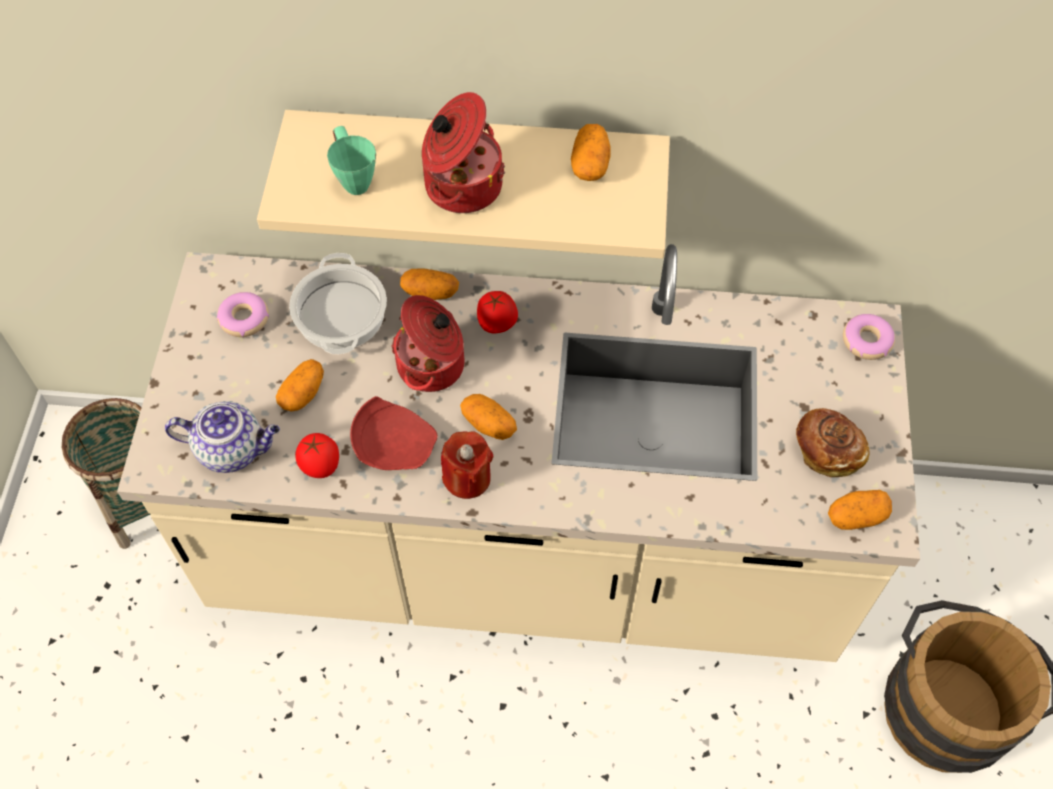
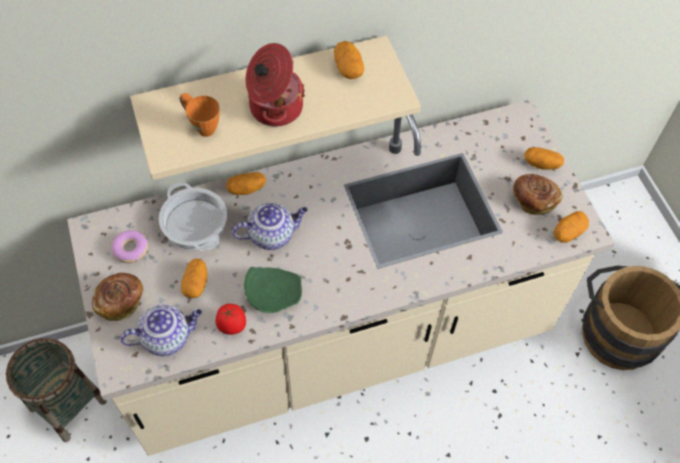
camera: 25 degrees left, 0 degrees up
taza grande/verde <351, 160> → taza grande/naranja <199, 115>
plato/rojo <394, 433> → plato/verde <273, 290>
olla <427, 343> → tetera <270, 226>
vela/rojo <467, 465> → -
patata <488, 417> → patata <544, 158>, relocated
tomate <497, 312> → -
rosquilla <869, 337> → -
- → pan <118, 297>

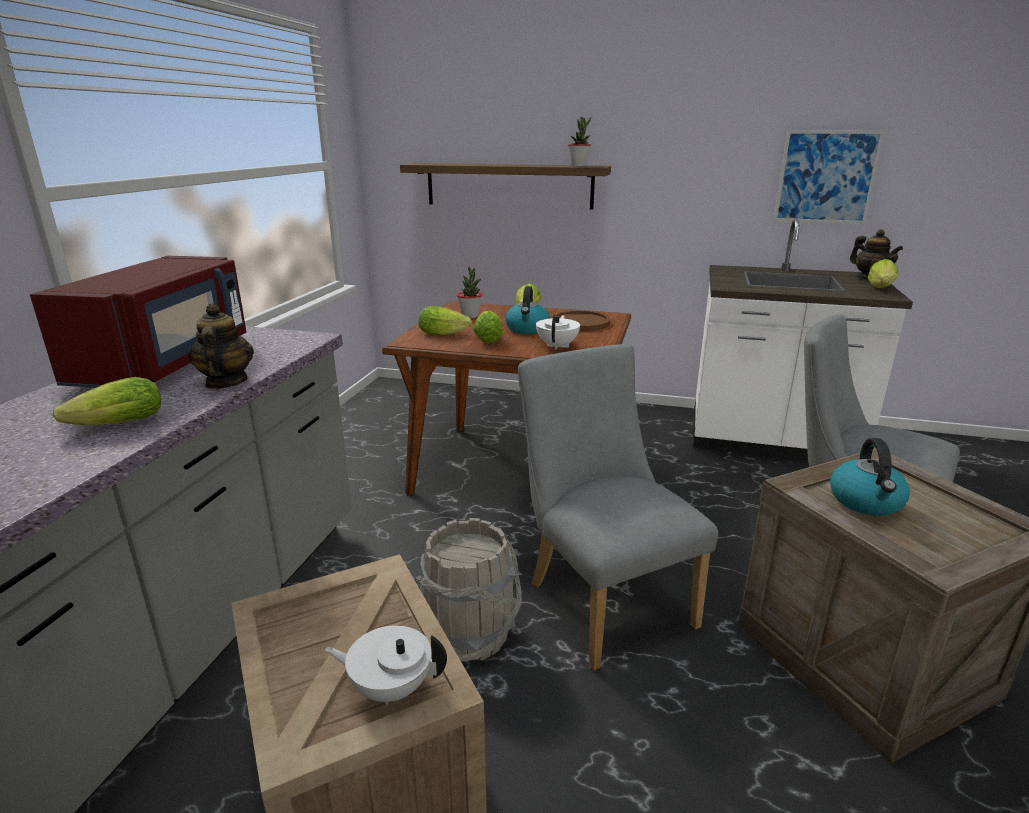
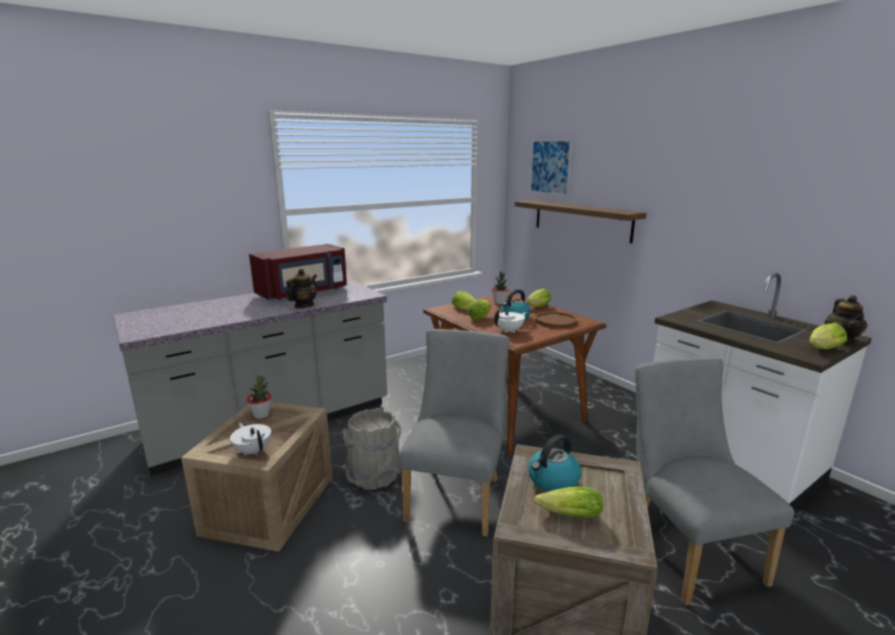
camera: 40 degrees right, 5 degrees down
lechuga <107, 401> → lechuga <569, 502>, relocated
planta en maceta <579, 142> → planta en maceta <259, 397>, relocated
cuadro <829, 177> → cuadro <551, 167>, relocated

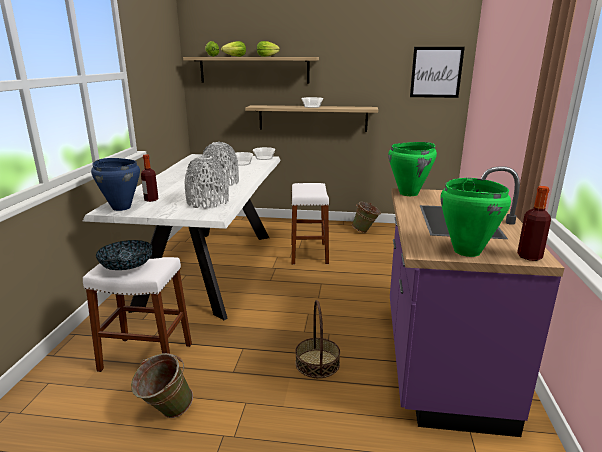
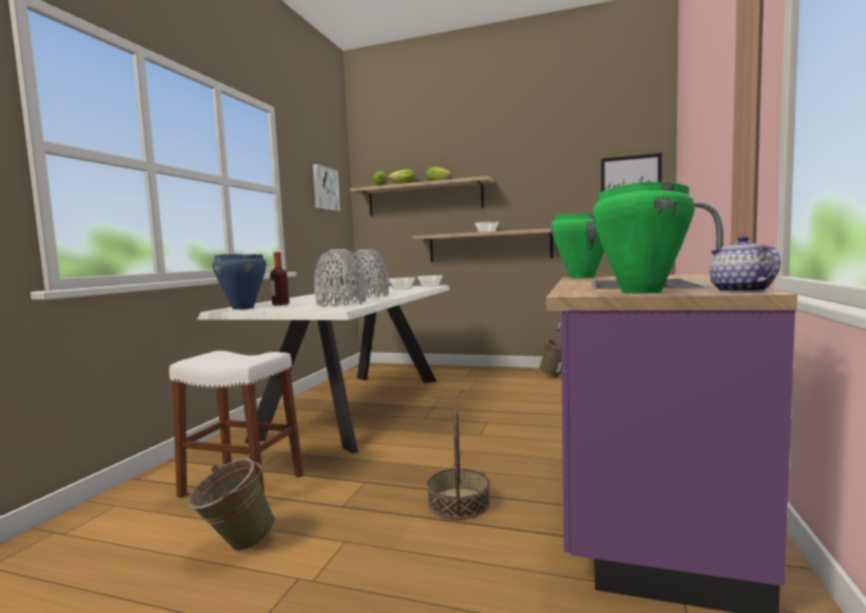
camera: 10 degrees right, 15 degrees down
cuenco <124, 255> → -
taburete/blanco <310, 224> → -
botella <534, 223> → tetera <744, 264>
- → cuadro <326, 187>

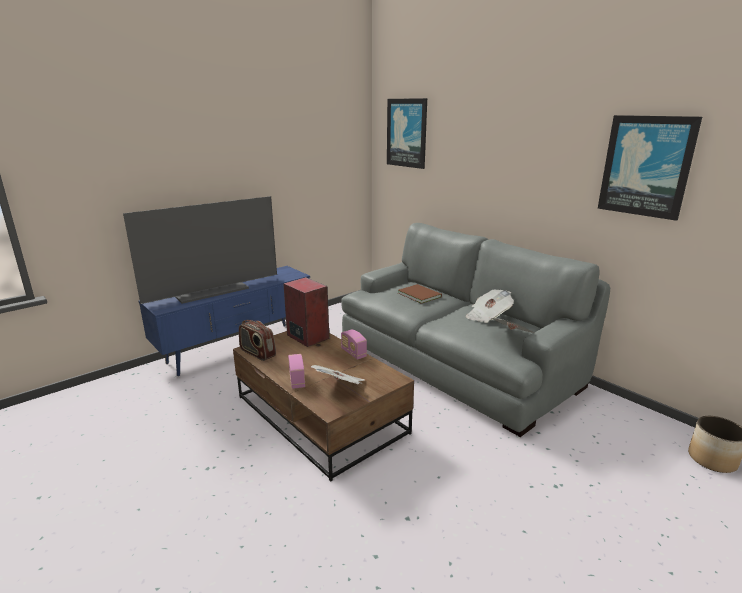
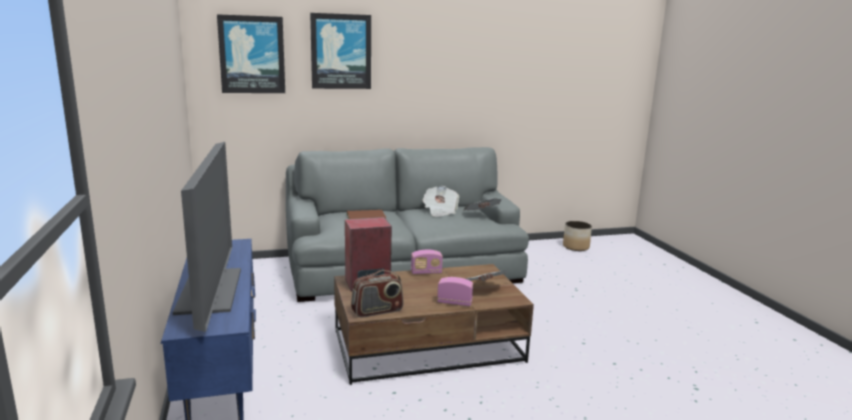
camera: 65 degrees left, 5 degrees down
cuadro <650, 168> → cuadro <340, 51>, relocated

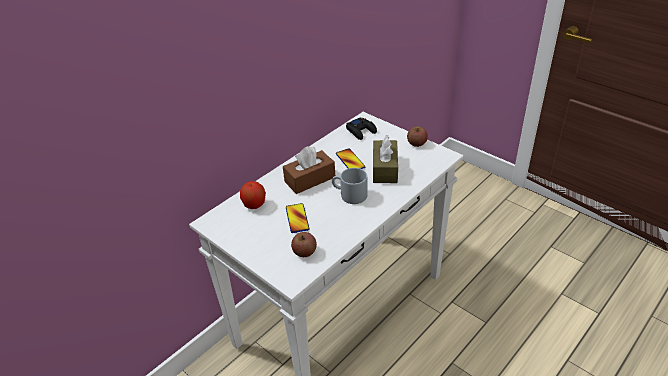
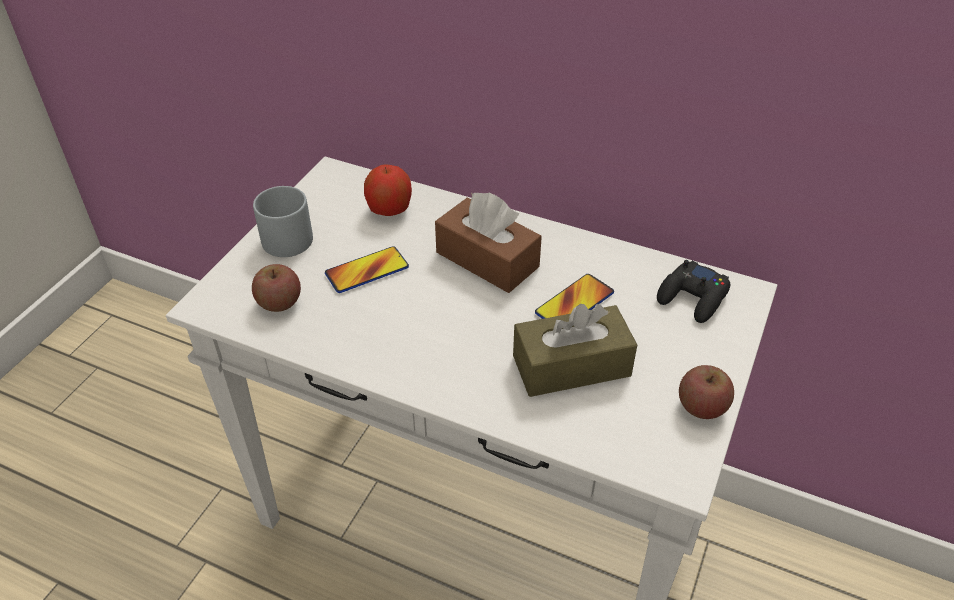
camera: 70 degrees right, 5 degrees up
taza grande/gris <350, 186> → taza grande/gris <283, 221>, relocated

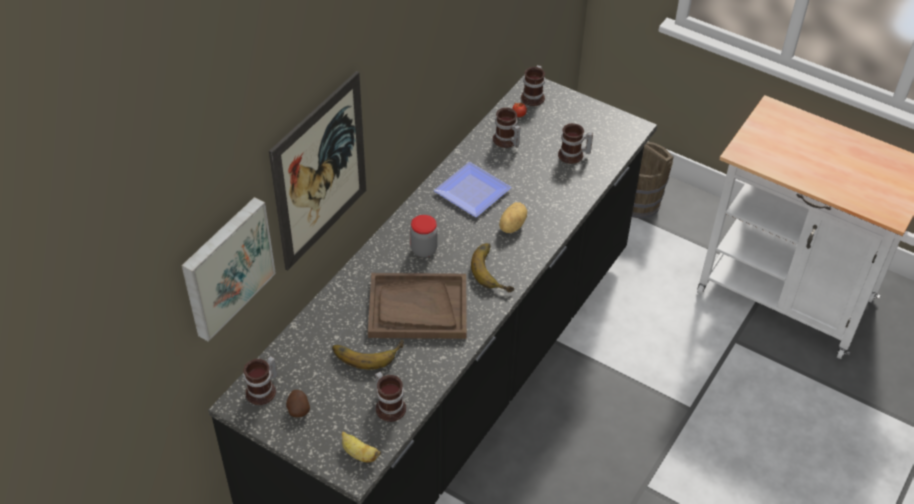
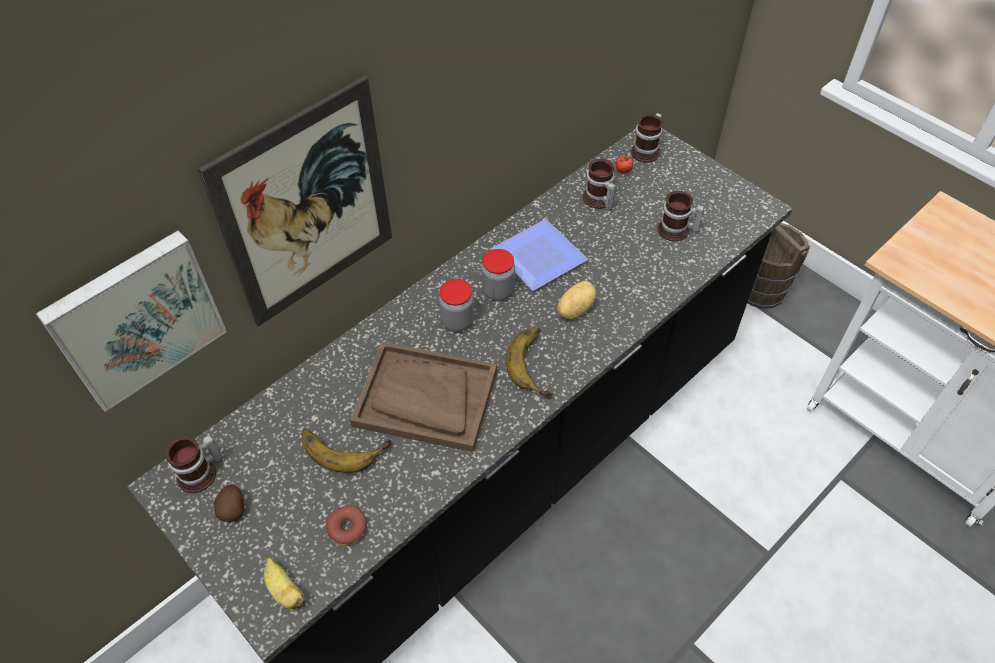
camera: 15 degrees right, 5 degrees up
taza grande <390, 397> → rosquilla <346, 525>
- → tarro <498, 275>

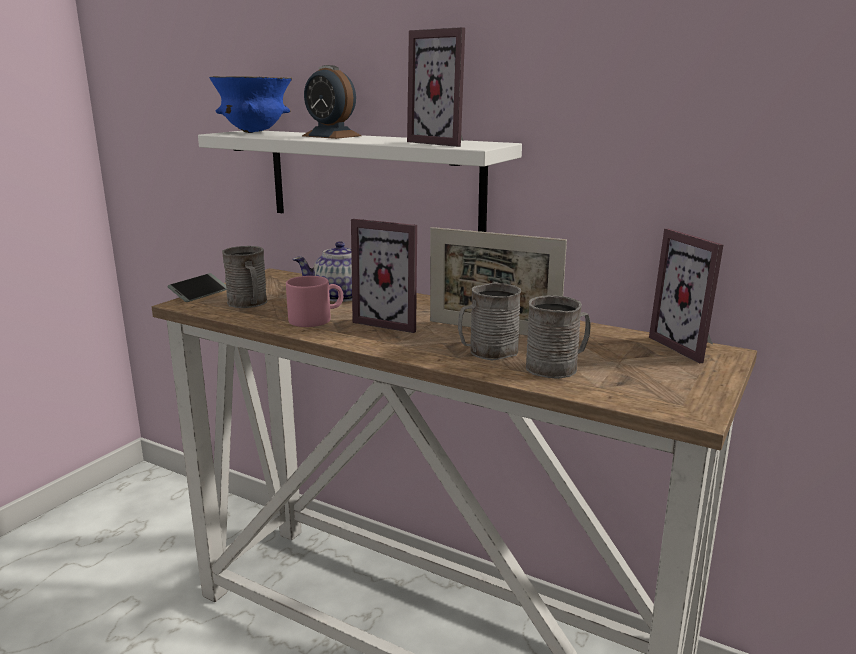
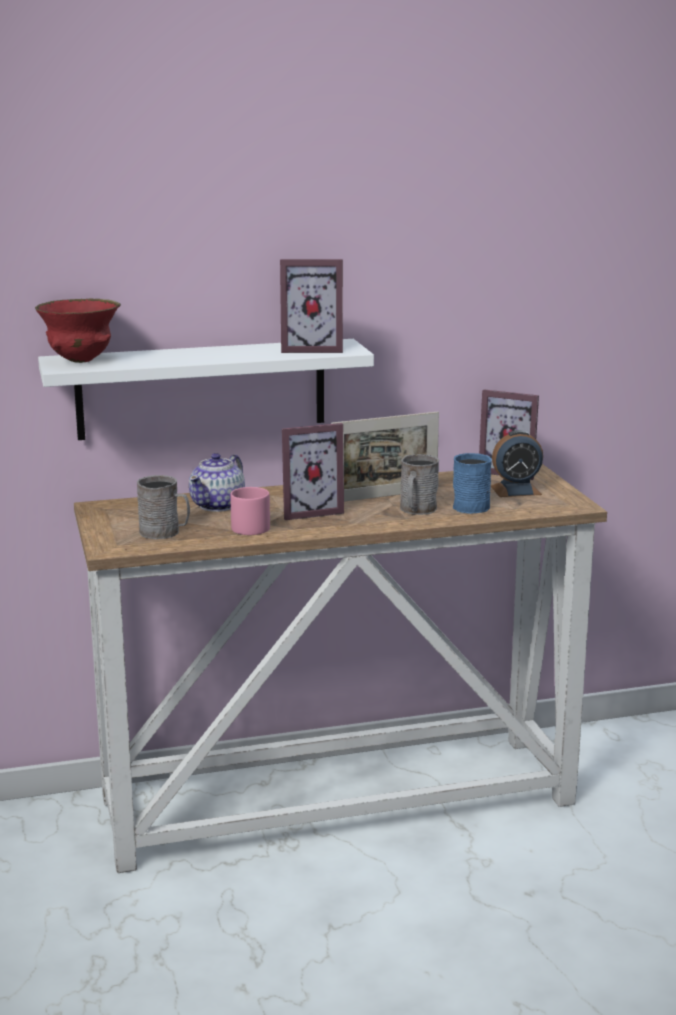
camera: 45 degrees left, 0 degrees up
móvil <197, 287> → -
cuenco/azul <250, 104> → cuenco/rojo <78, 331>
despertador <331, 102> → despertador <517, 463>, relocated
taza grande/gris <558, 337> → taza grande/azul <472, 483>

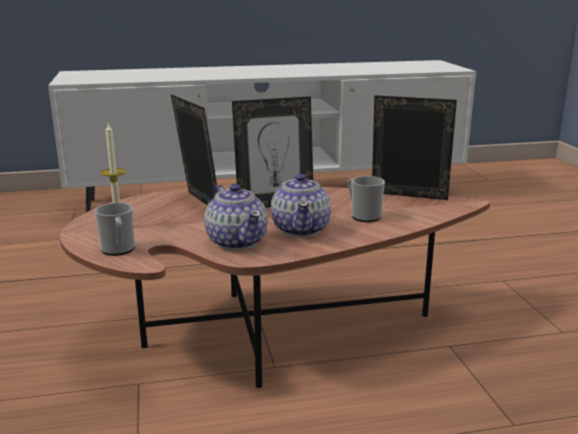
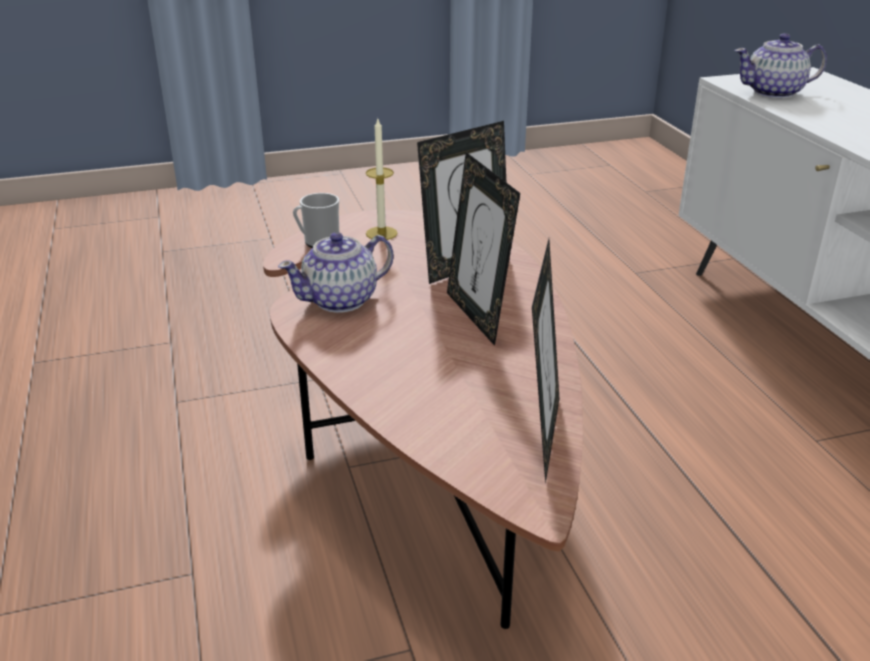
camera: 85 degrees right, 10 degrees up
tetera <301, 205> → tetera <780, 66>, relocated
taza grande <366, 199> → -

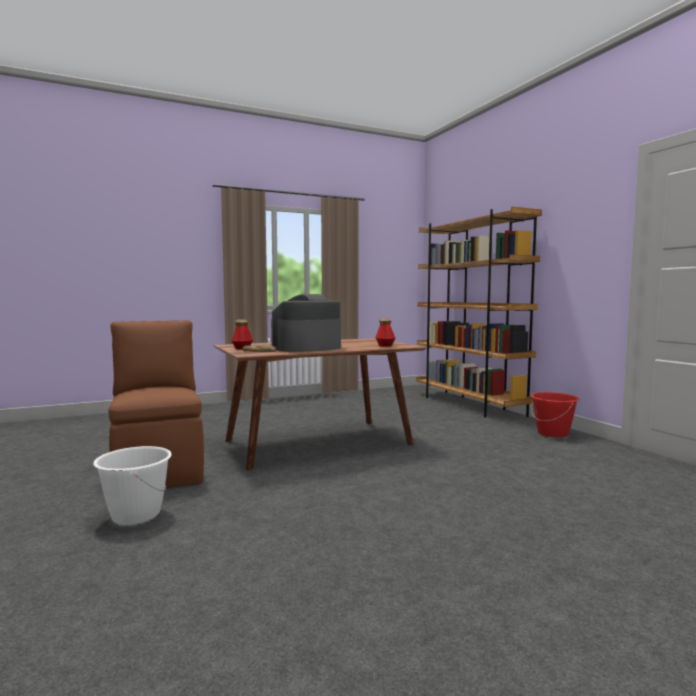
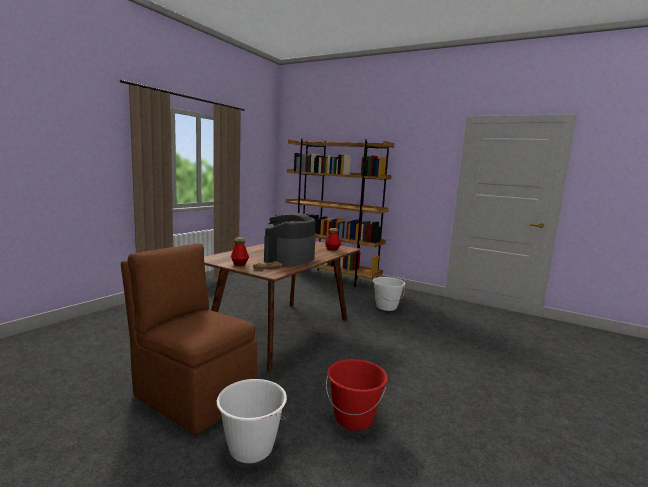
camera: 35 degrees left, 5 degrees up
cubo/rojo <555, 414> → cubo/rojo <357, 395>, relocated
- → cubo/blanco <389, 294>

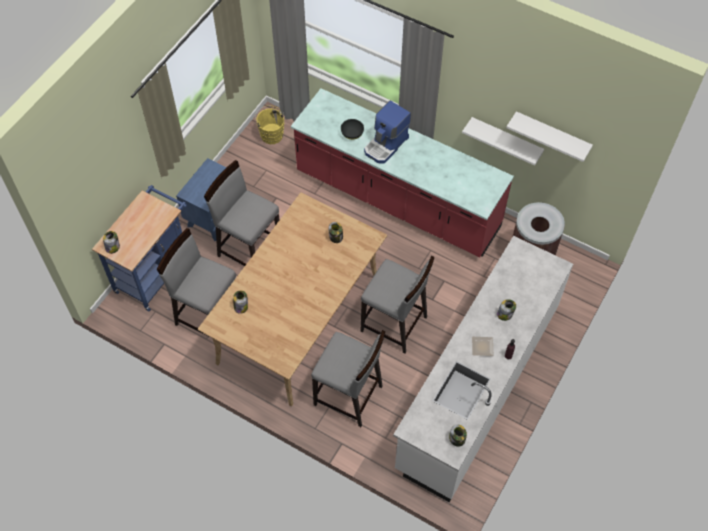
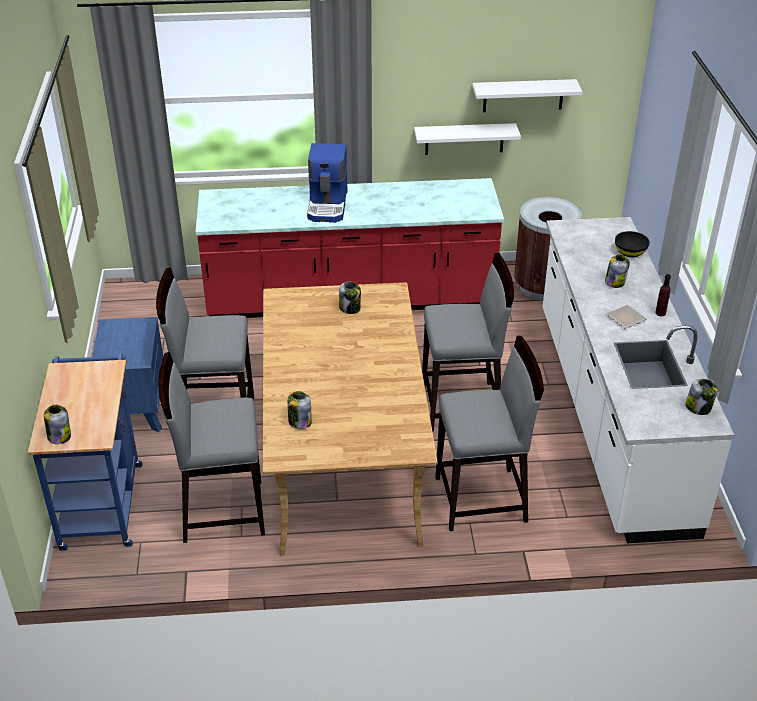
camera: 35 degrees left, 20 degrees down
cubo/amarillo <269, 125> → -
cuenco/negro <352, 129> → cuenco/negro <632, 244>, relocated

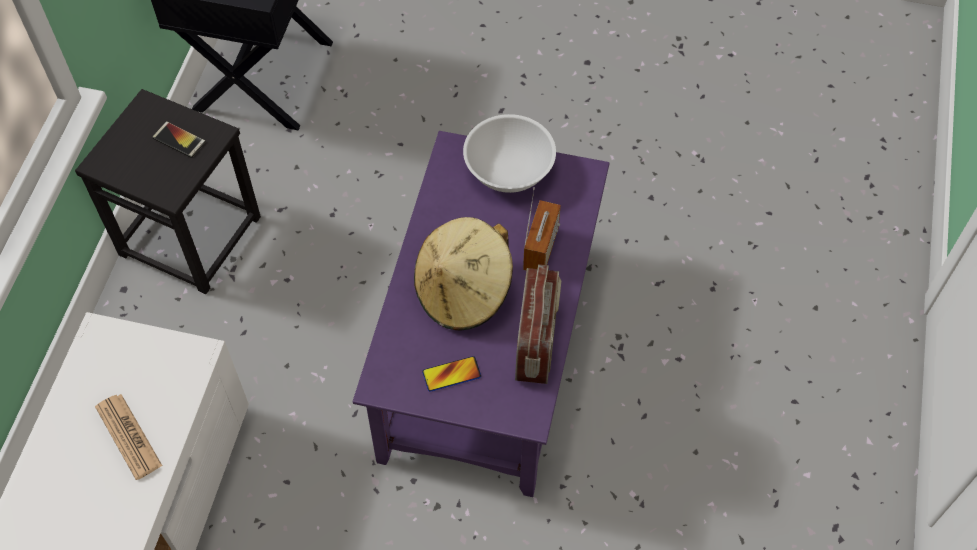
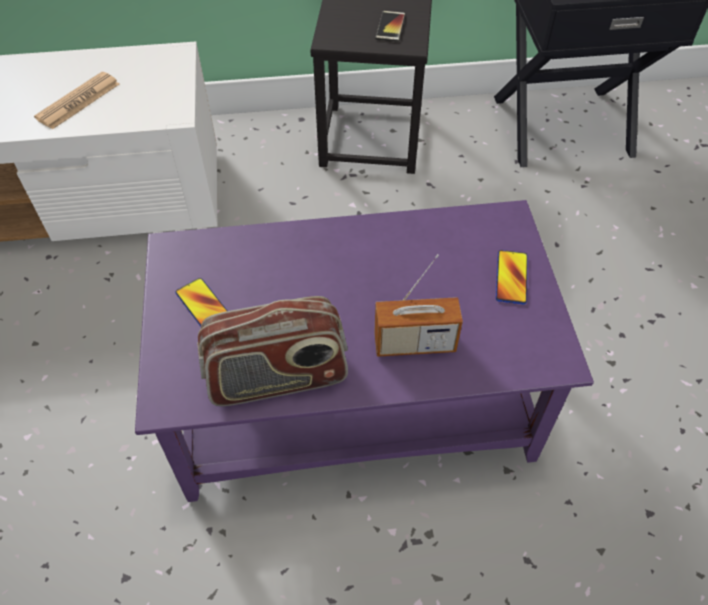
camera: 70 degrees right, 5 degrees down
sombrero/beis <463, 274> → -
cuenco/blanco <509, 153> → móvil <512, 277>

